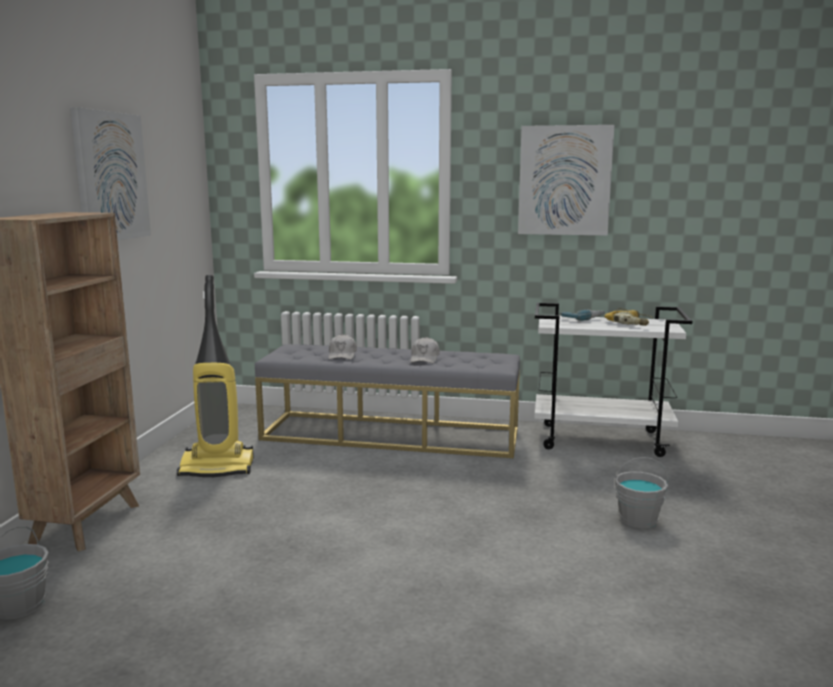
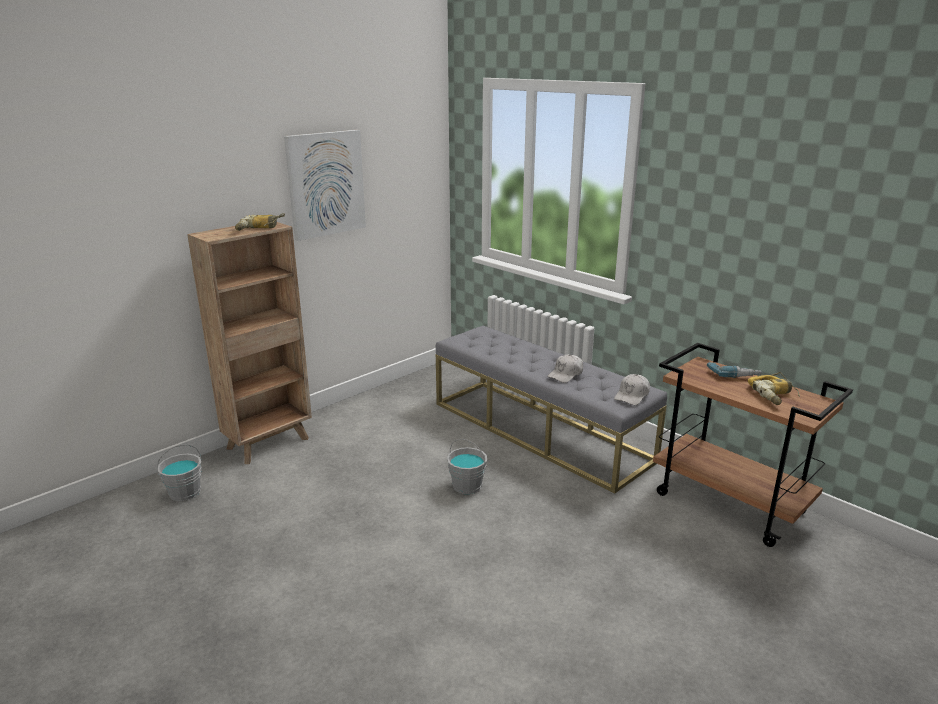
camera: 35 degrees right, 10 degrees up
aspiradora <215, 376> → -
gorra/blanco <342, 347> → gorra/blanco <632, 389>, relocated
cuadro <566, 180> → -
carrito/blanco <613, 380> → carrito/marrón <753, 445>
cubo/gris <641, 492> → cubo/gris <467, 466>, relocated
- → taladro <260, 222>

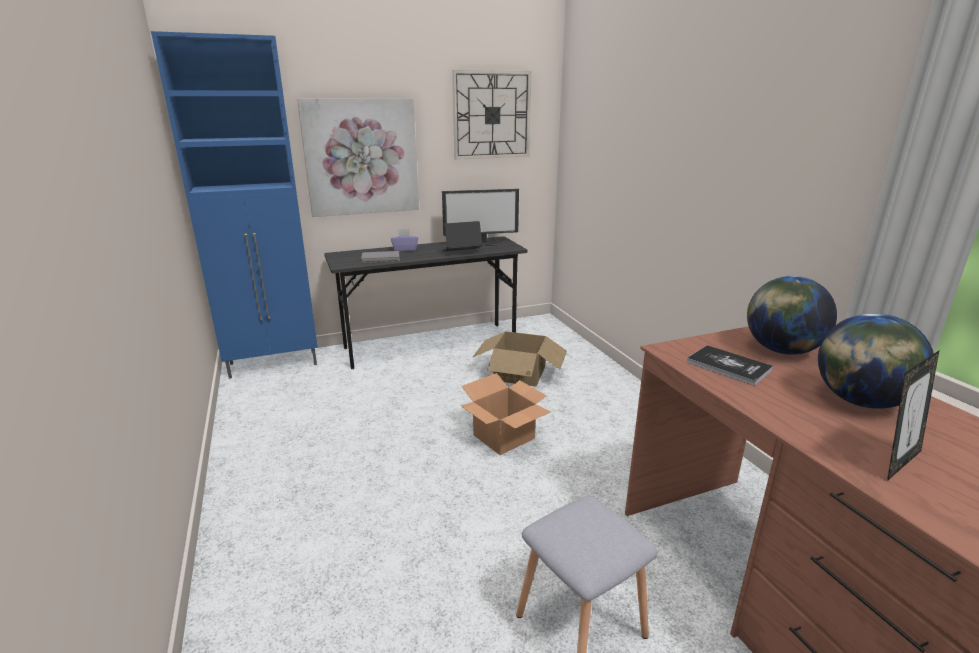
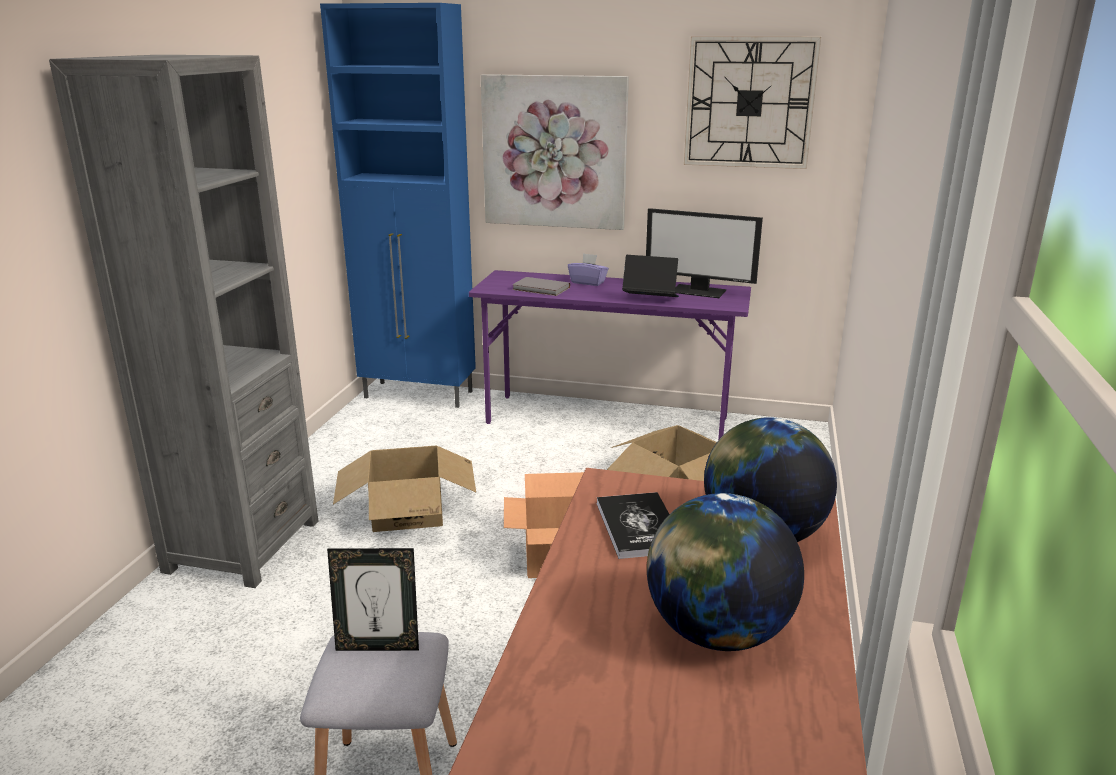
camera: 35 degrees right, 0 degrees up
escritorio/gris <425, 302> → escritorio/morado <610, 355>
portarretratos <913, 416> → portarretratos <373, 599>, relocated
- → estantería/gris <183, 321>
- → caja de cartón <404, 489>

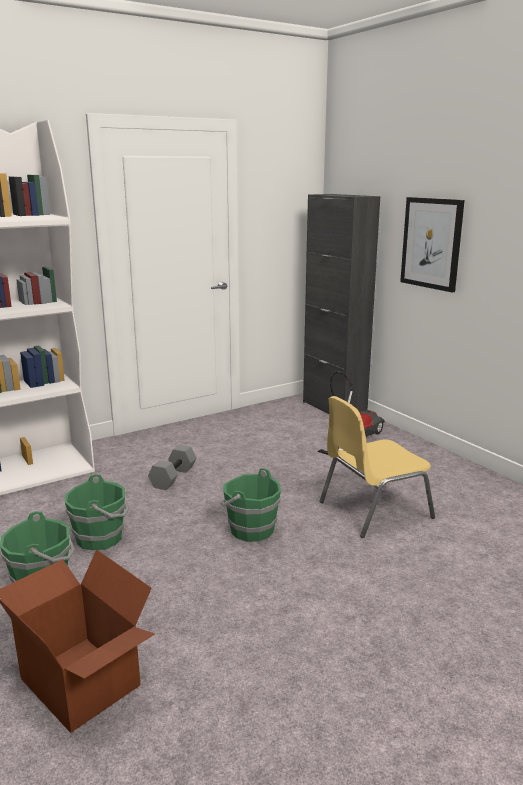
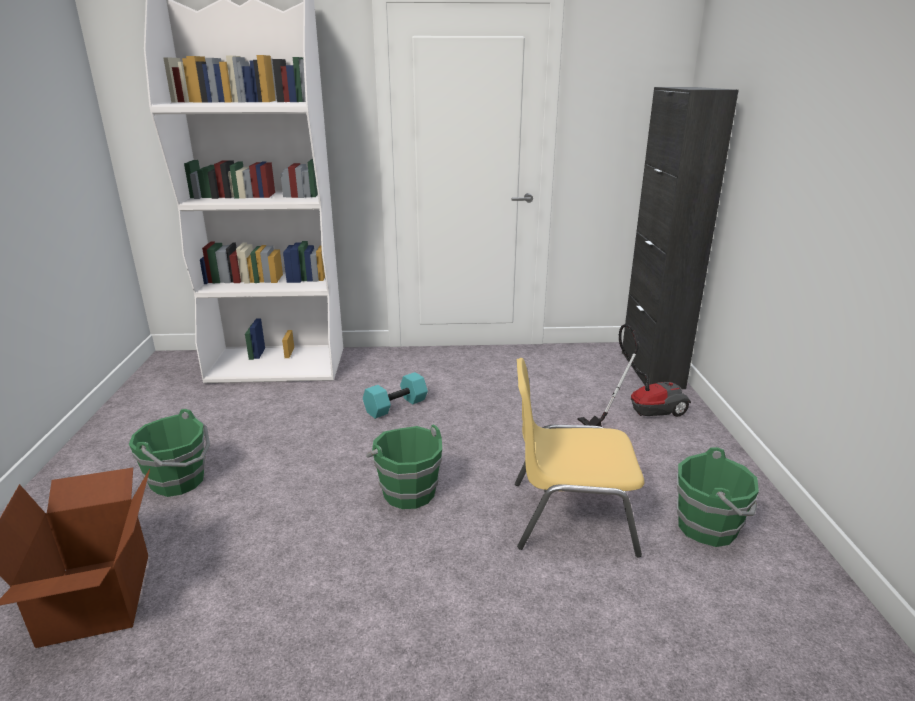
camera: 30 degrees right, 5 degrees up
cubo/verde <97, 512> → cubo/verde <718, 497>, relocated
mancuerna/gris <172, 467> → mancuerna/turquesa <395, 395>
cuadro <432, 244> → -

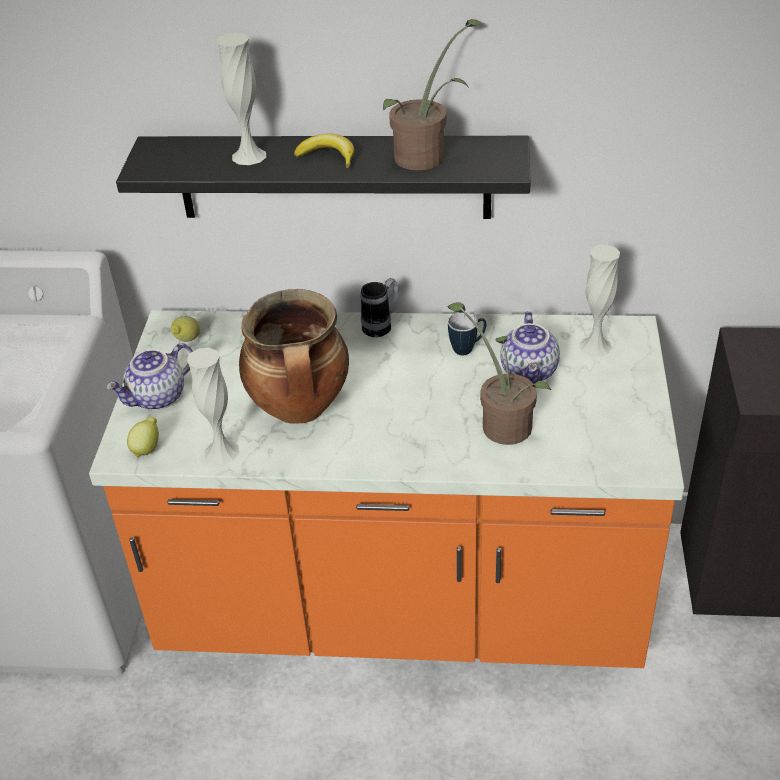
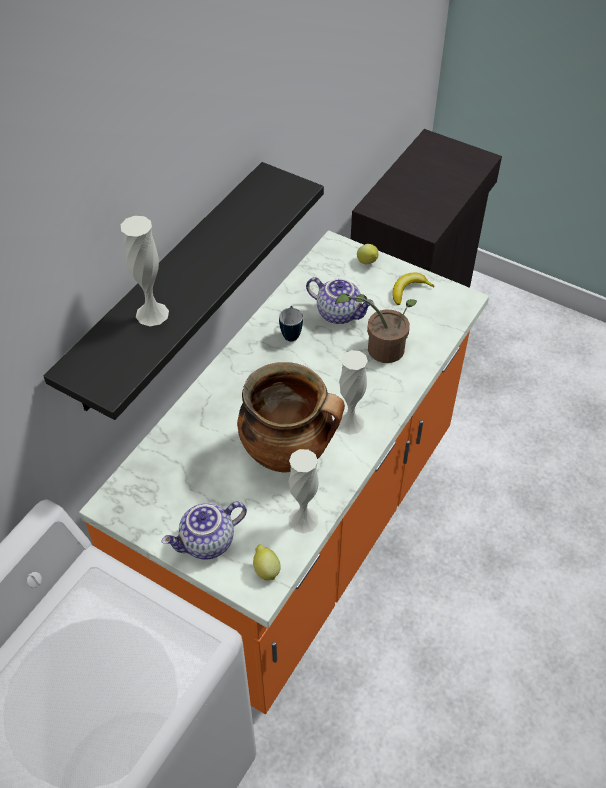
camera: 65 degrees left, 10 degrees up
tetera <149, 376> → tetera <204, 530>, 75 degrees clockwise
limón <185, 329> → limón <367, 254>, relocated
plátano <324, 151> → plátano <413, 289>, relocated
taza grande <379, 307> → -
planta en maceta <434, 94> → -
florero/blanco <599, 301> → florero/blanco <353, 392>, relocated

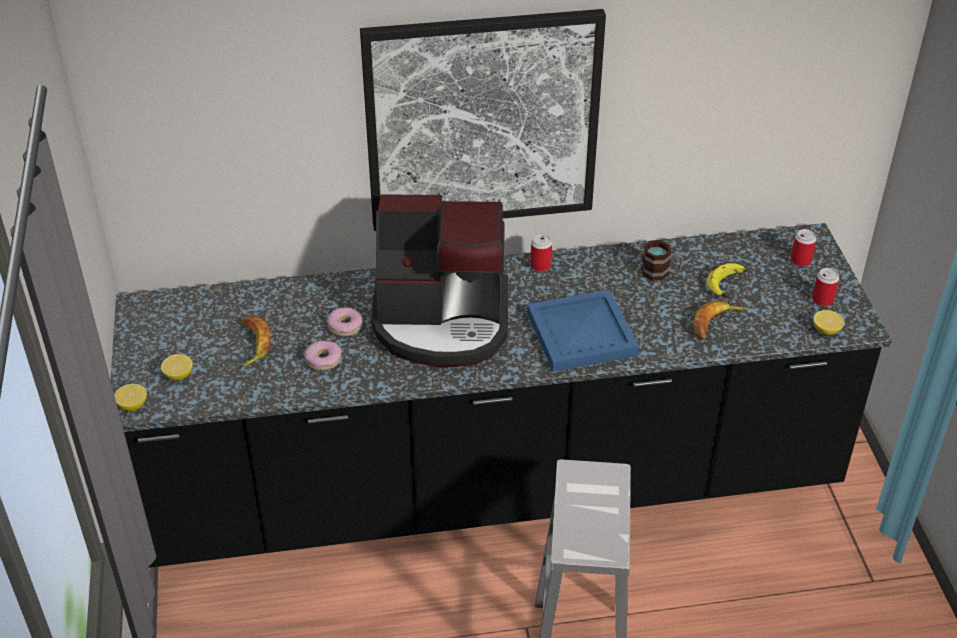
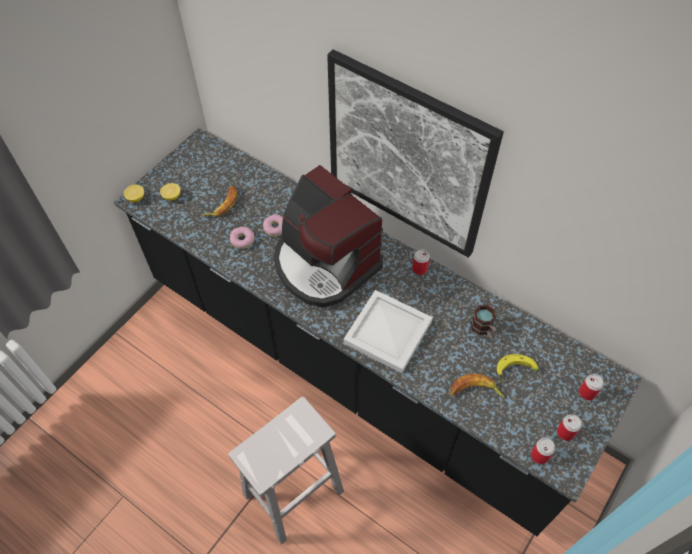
camera: 45 degrees right, 15 degrees up
bandeja/azul <583, 331> → bandeja/blanco <388, 331>
limón <829, 322> → lata <543, 451>

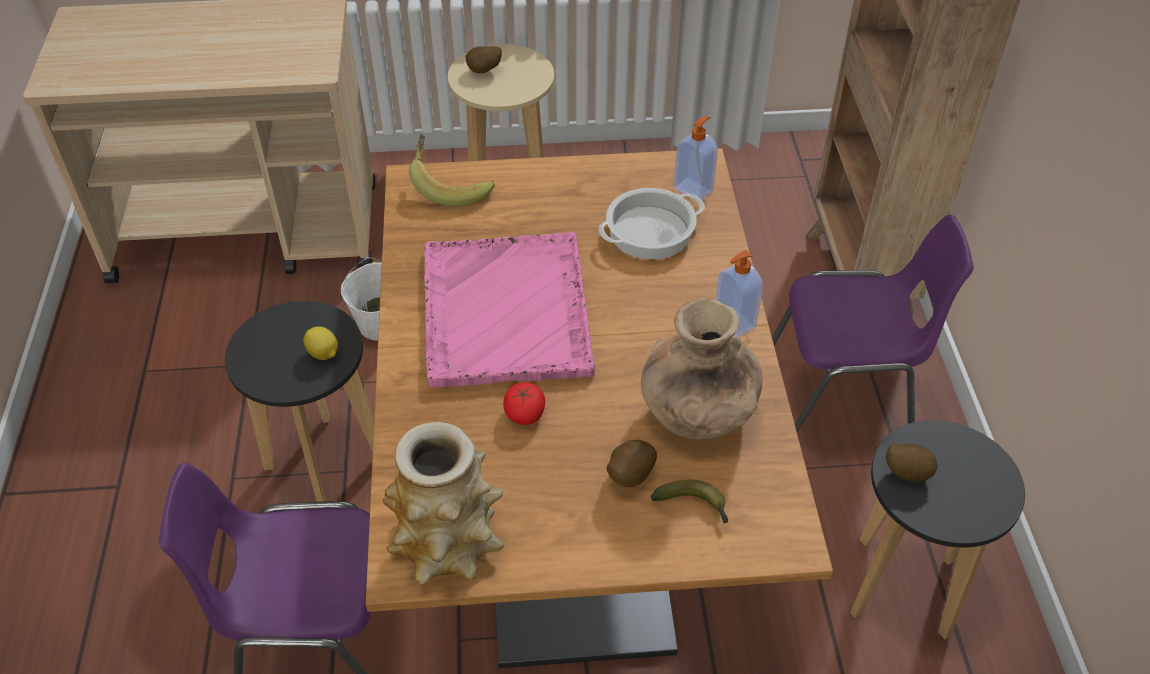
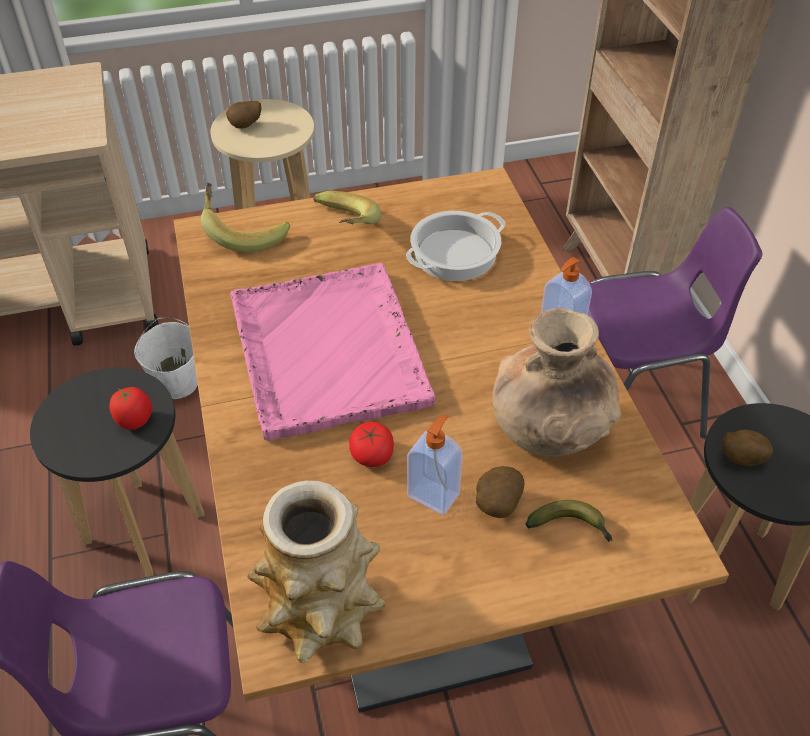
camera: 10 degrees left, 0 degrees up
limón <320, 343> → tomate <130, 408>
dispensador de jabón <695, 158> → dispensador de jabón <435, 464>, relocated
- → plátano <347, 207>

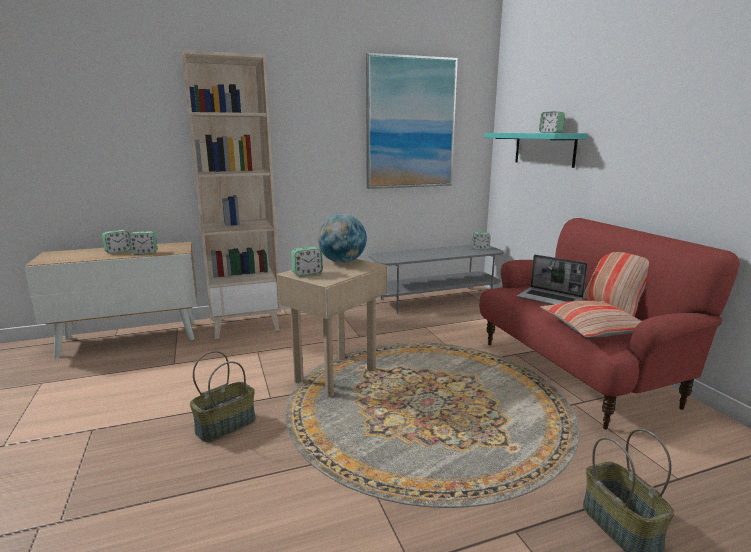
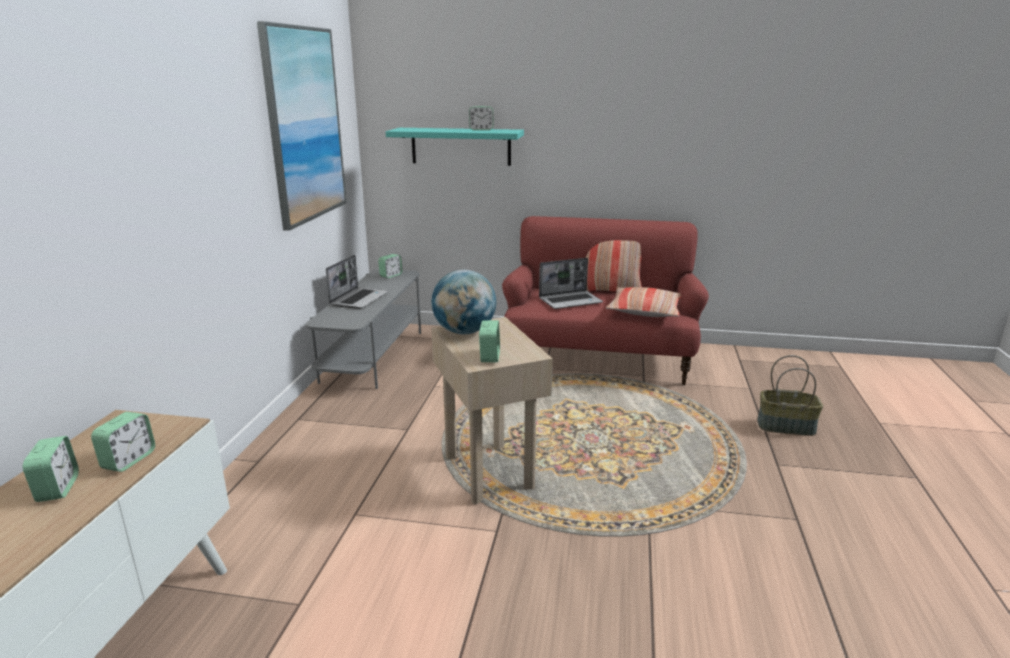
camera: 60 degrees left, 5 degrees up
estantería/beis <231, 194> → -
cesta <223, 396> → -
- → portátil <357, 282>

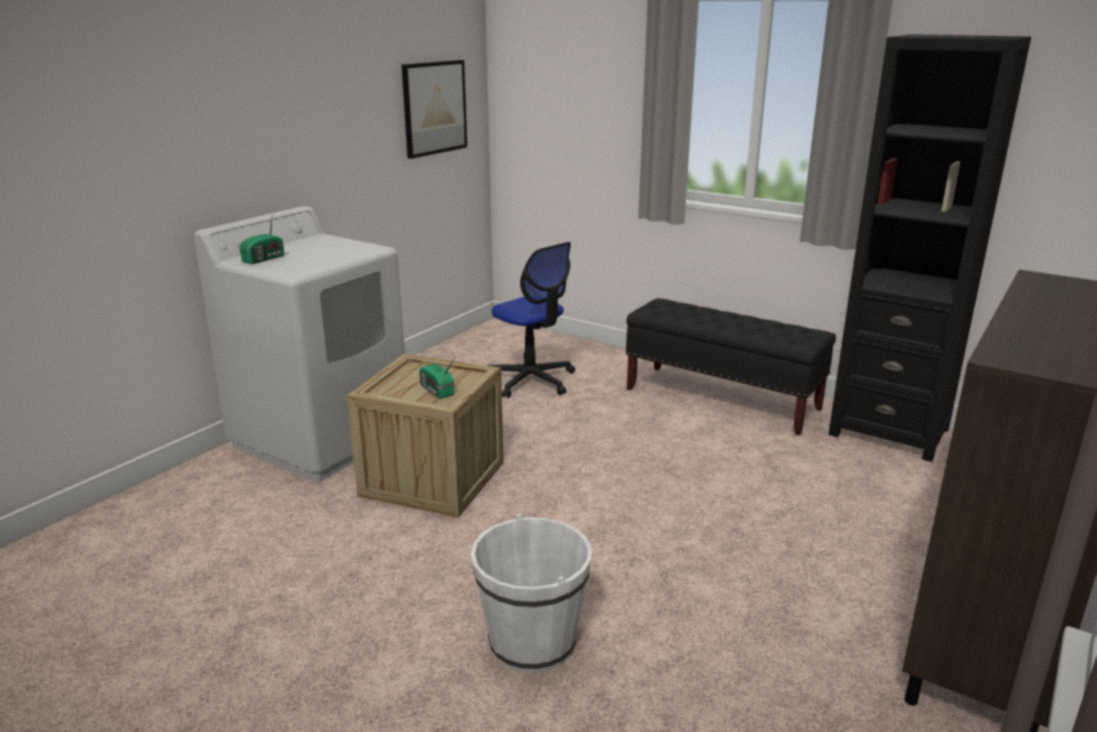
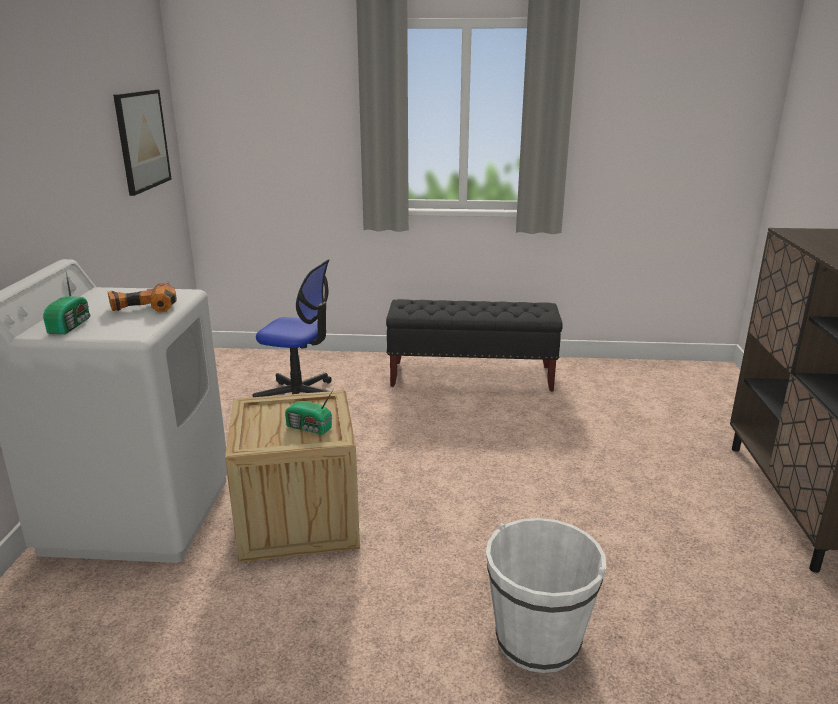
camera: 30 degrees left, 0 degrees up
estantería/negro <929, 248> → -
- → taladro <142, 296>

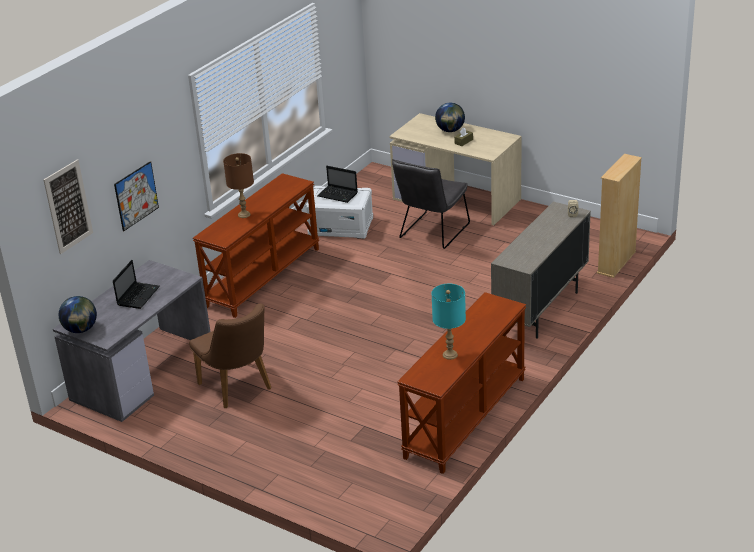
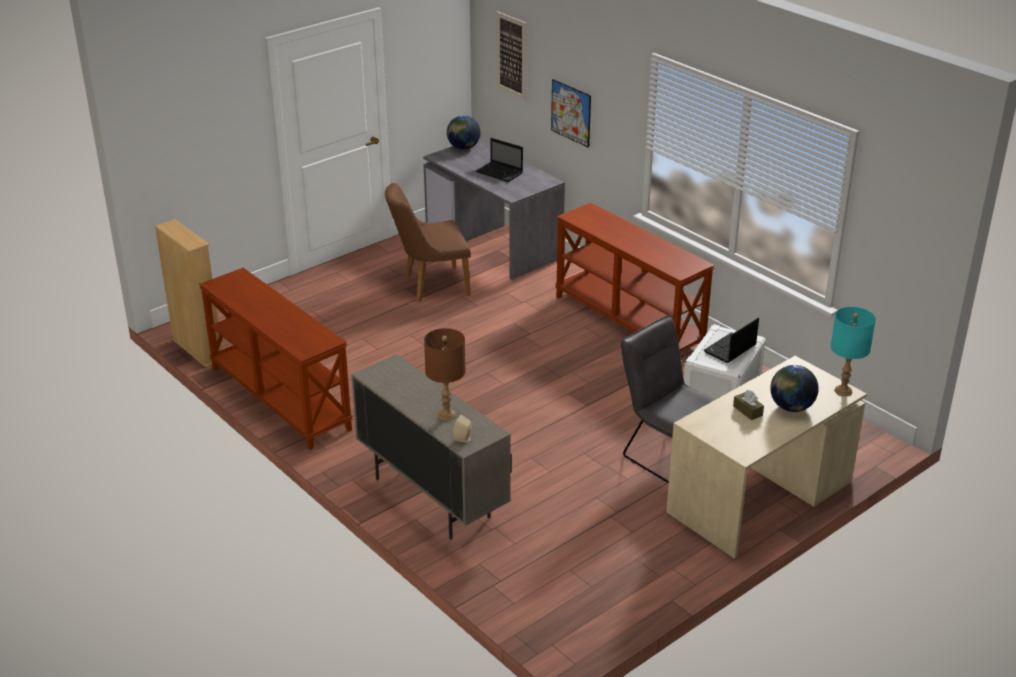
camera: 105 degrees right, 0 degrees up
lámpara de mesa/marrón <238, 185> → lámpara de mesa/marrón <445, 374>, relocated
lámpara de mesa/turquesa <449, 322> → lámpara de mesa/turquesa <853, 351>, relocated
estantería/beis <619, 216> → estantería/beis <188, 293>, relocated

